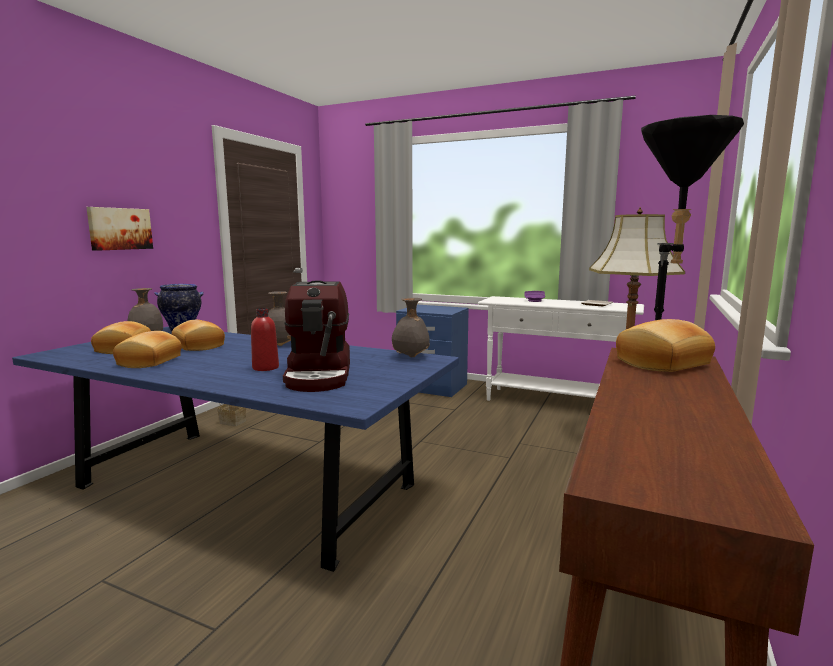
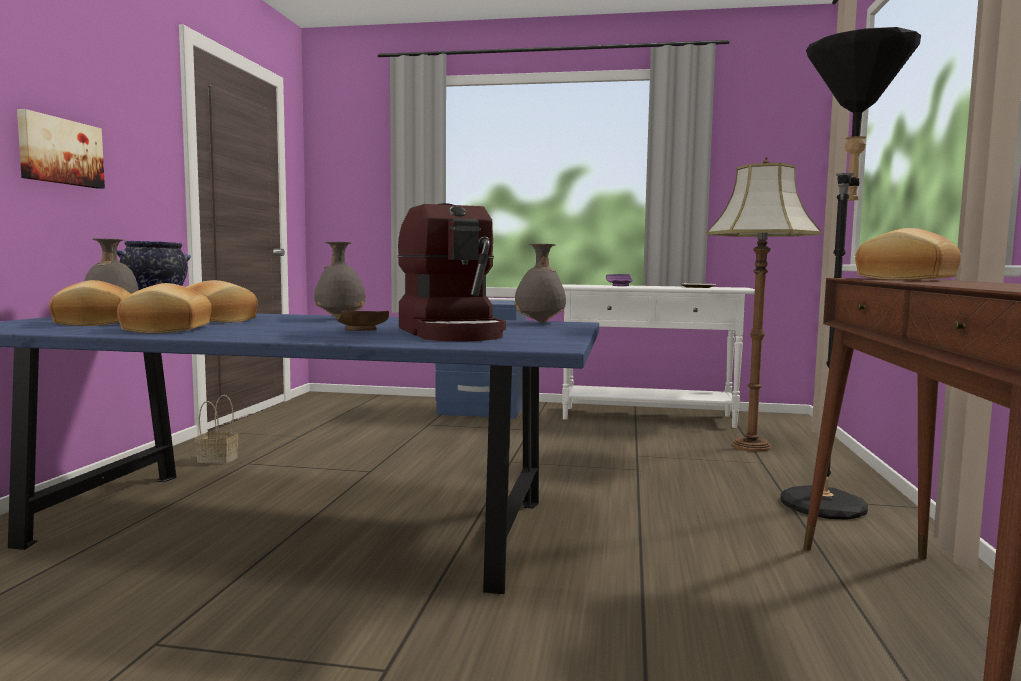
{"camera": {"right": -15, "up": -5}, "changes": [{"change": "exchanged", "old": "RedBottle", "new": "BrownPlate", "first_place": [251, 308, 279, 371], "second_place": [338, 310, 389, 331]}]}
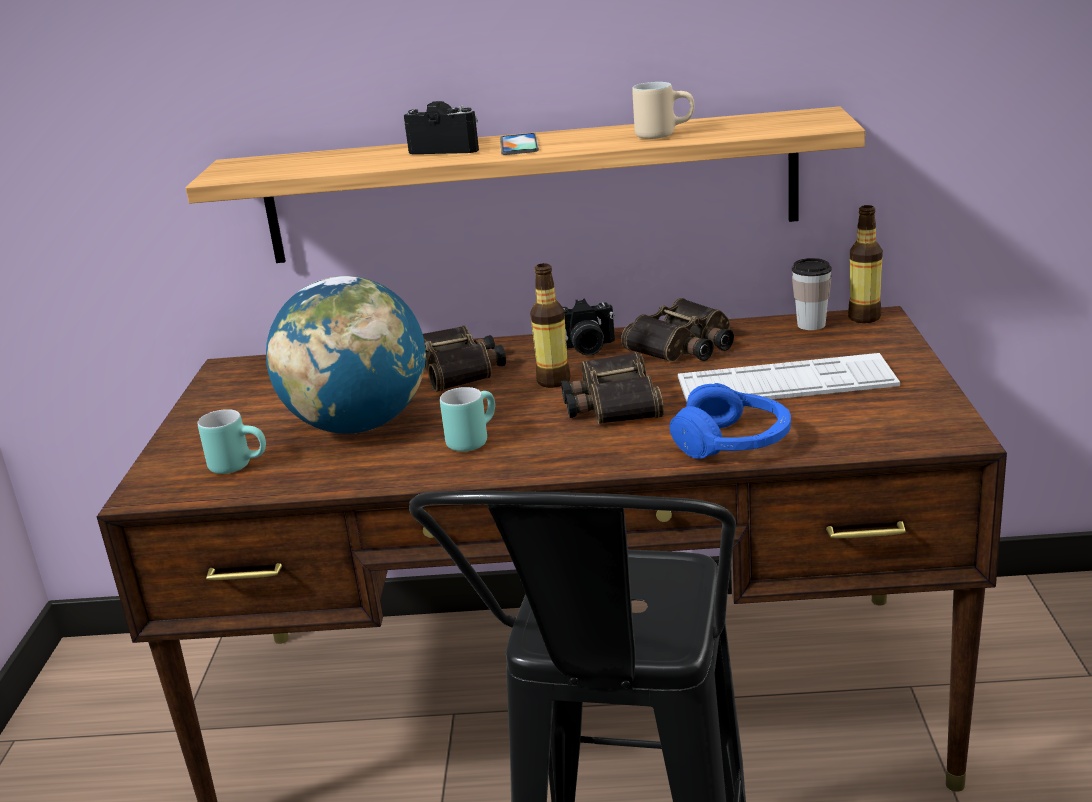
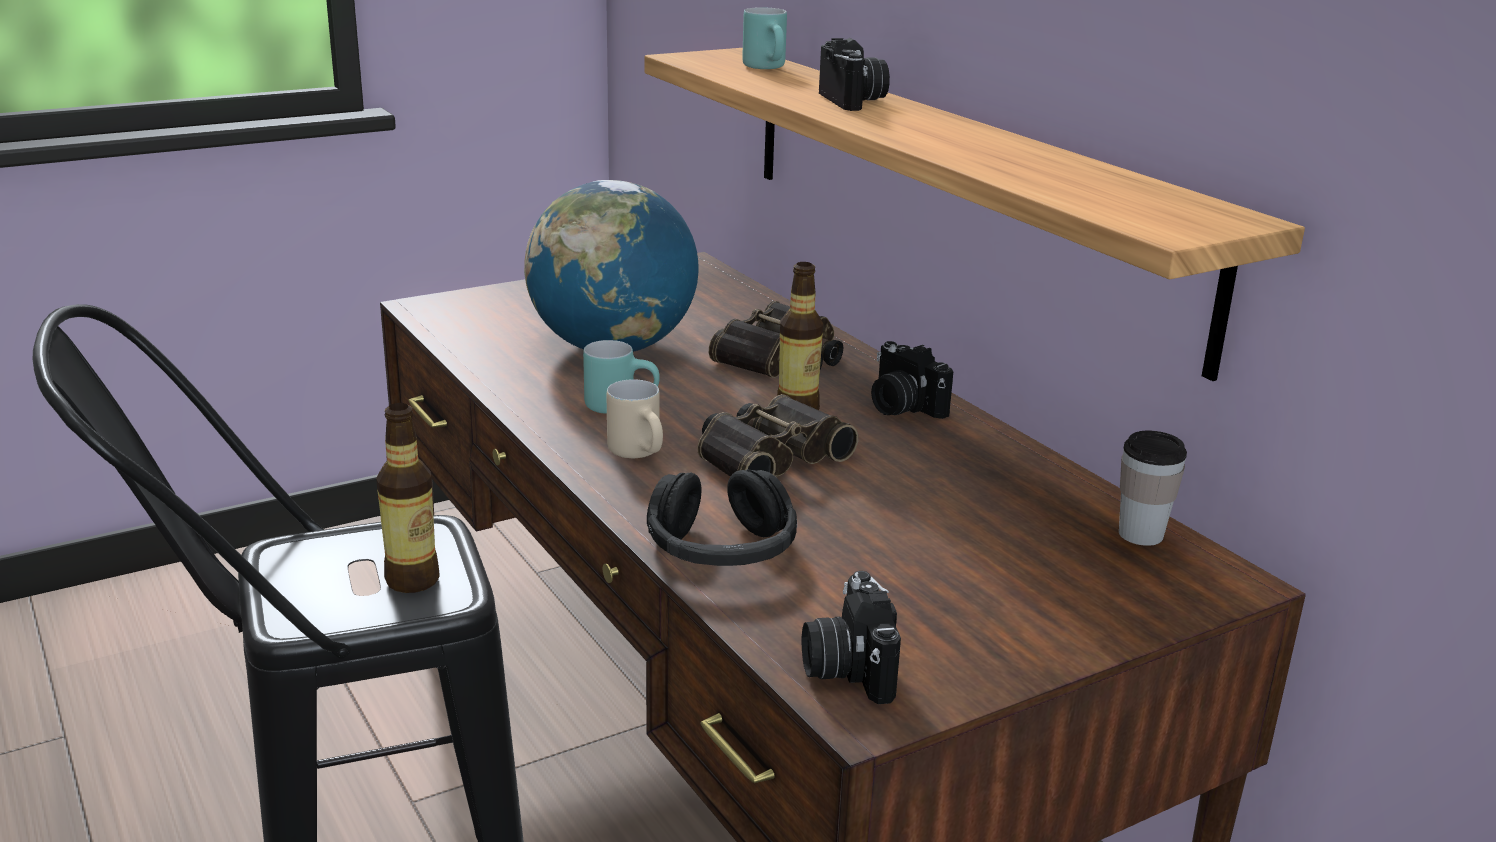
{"camera": {"right": 55, "up": 0}, "changes": [{"change": "relocated", "old": "BeigeMug", "first_place": [632, 82, 695, 139], "second_place": [607, 379, 663, 458]}, {"change": "missing", "old": "Phone", "first_place": [500, 133, 539, 155]}, {"change": "relocated", "old": "Bottle", "first_place": [848, 205, 883, 323], "second_place": [376, 403, 439, 593]}, {"change": "missing", "old": "Binoculars", "first_place": [621, 298, 734, 362]}, {"change": "missing", "old": "Keyboard", "first_place": [678, 353, 900, 402]}, {"change": "colour", "old": "BlueHeadphones", "new": "BlackHeadphones", "first_place": [670, 383, 791, 459], "second_place": [647, 469, 797, 566]}, {"change": "relocated", "old": "TurquoiseMug", "first_place": [198, 409, 266, 474], "second_place": [742, 7, 787, 69]}, {"change": "appeared", "new": "PhotoCamera", "second_place": [802, 571, 901, 704]}]}
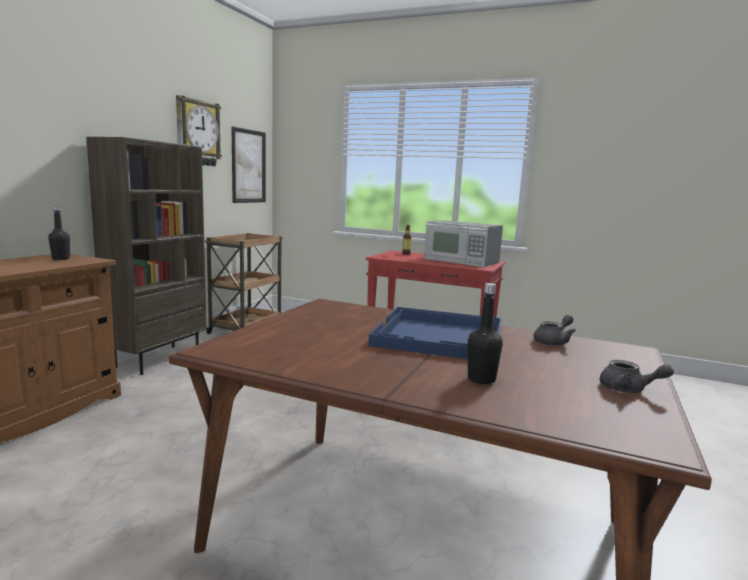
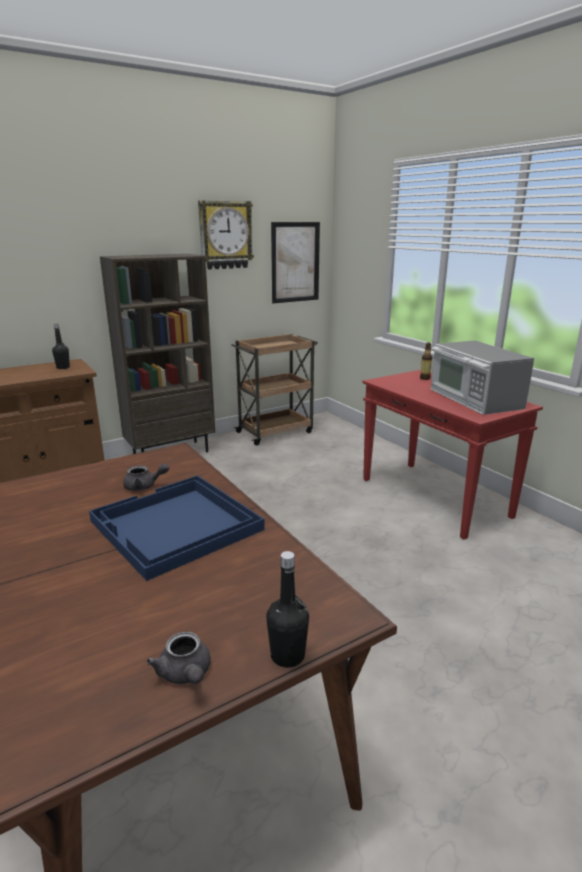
{"camera": {"right": 35, "up": 10}, "changes": [{"change": "relocated", "old": "BlackBottle", "first_place": [468, 283, 503, 384], "second_place": [266, 551, 309, 668]}, {"change": "relocated", "old": "GreyTeapot", "first_place": [533, 315, 576, 346], "second_place": [123, 463, 169, 491]}]}
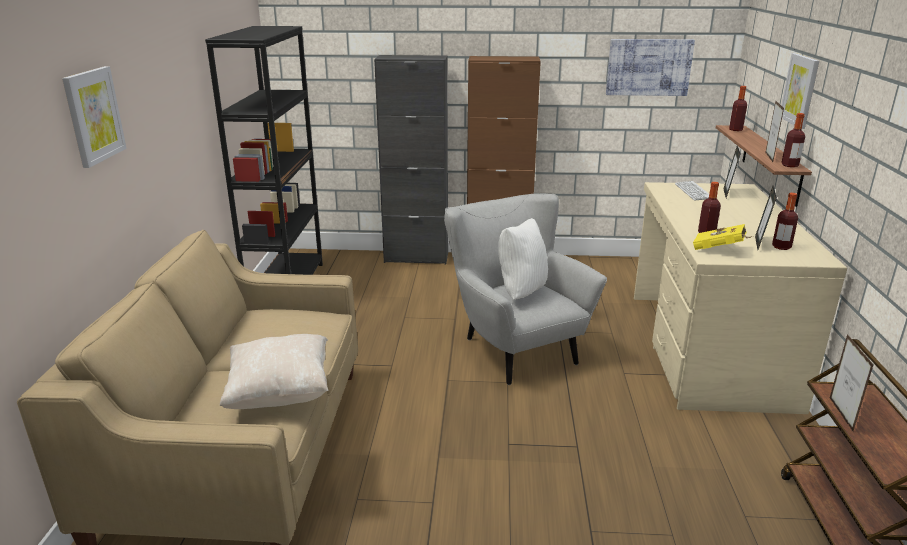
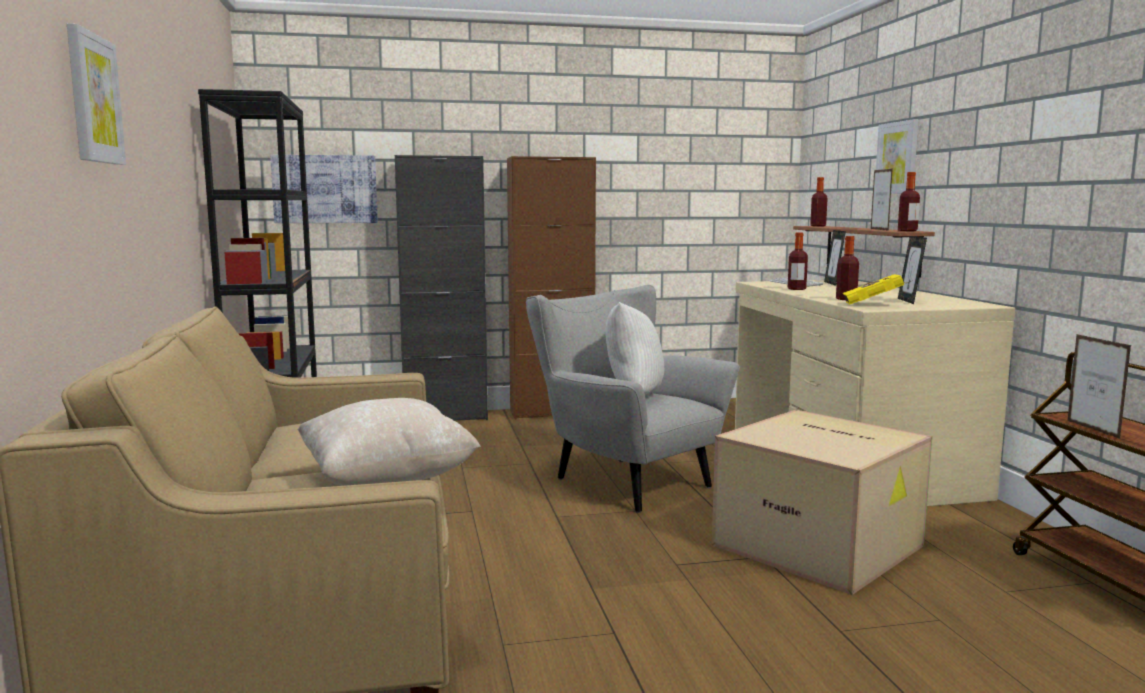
{"camera": {"right": -15, "up": -15}, "changes": [{"change": "relocated", "old": "Picture", "first_place": [606, 39, 695, 96], "second_place": [270, 154, 378, 223]}, {"change": "relocated", "old": "Bottle", "first_place": [772, 193, 798, 250], "second_place": [788, 232, 808, 290]}, {"change": "appeared", "new": "CardboardBox", "second_place": [712, 410, 932, 595]}]}
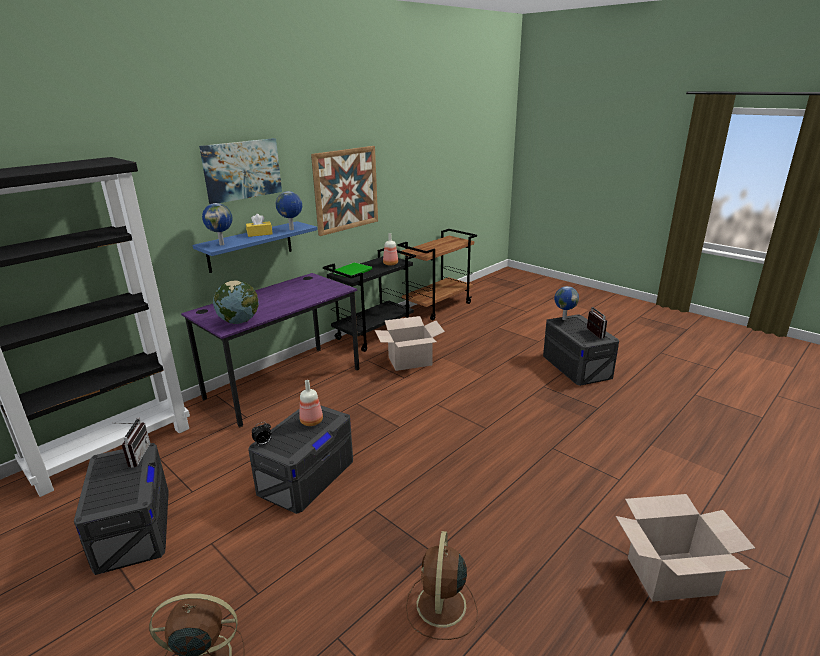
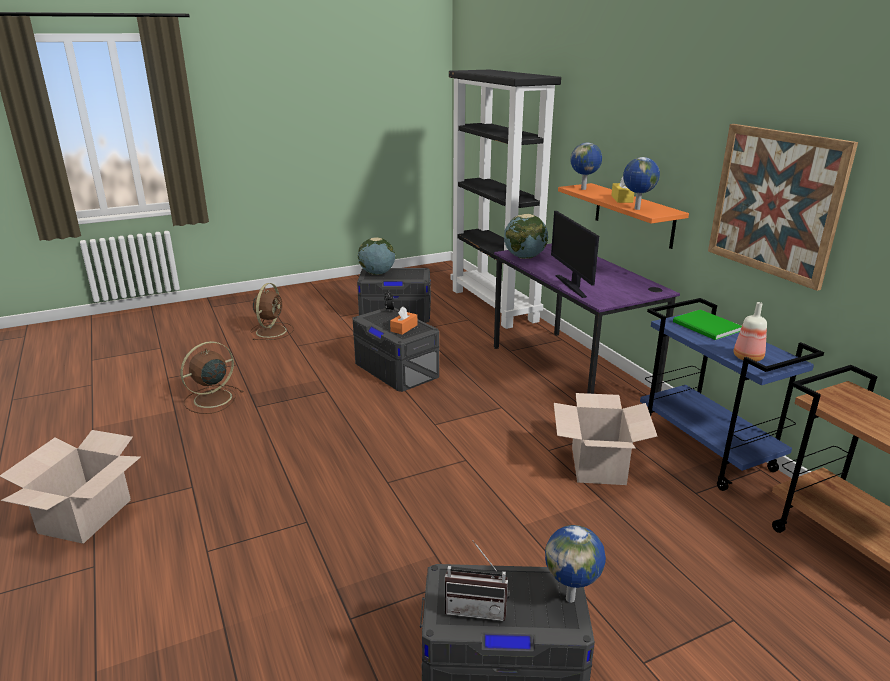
{"camera": {"right": 110, "up": 0}, "changes": [{"change": "missing", "old": "Picture", "first_place": [199, 138, 282, 204]}, {"change": "colour", "old": "BlueShelf", "new": "OrangeShelf", "first_place": [193, 221, 317, 273], "second_place": [558, 183, 689, 249]}, {"change": "colour", "old": "BlackCart", "new": "BlueCart", "first_place": [323, 248, 416, 352], "second_place": [640, 298, 824, 491]}, {"change": "exchanged", "old": "Bottle", "new": "OrangeTissueBox", "first_place": [299, 380, 323, 426], "second_place": [390, 307, 418, 335]}, {"change": "missing", "old": "Radio", "first_place": [115, 418, 150, 468]}, {"change": "spun", "old": "BrownFan", "first_place": [406, 531, 478, 640], "second_place": [180, 341, 243, 414], "degrees": -75}, {"change": "appeared", "new": "Monitor", "second_place": [551, 211, 599, 298]}, {"change": "appeared", "new": "Globe", "second_place": [358, 237, 396, 275]}]}
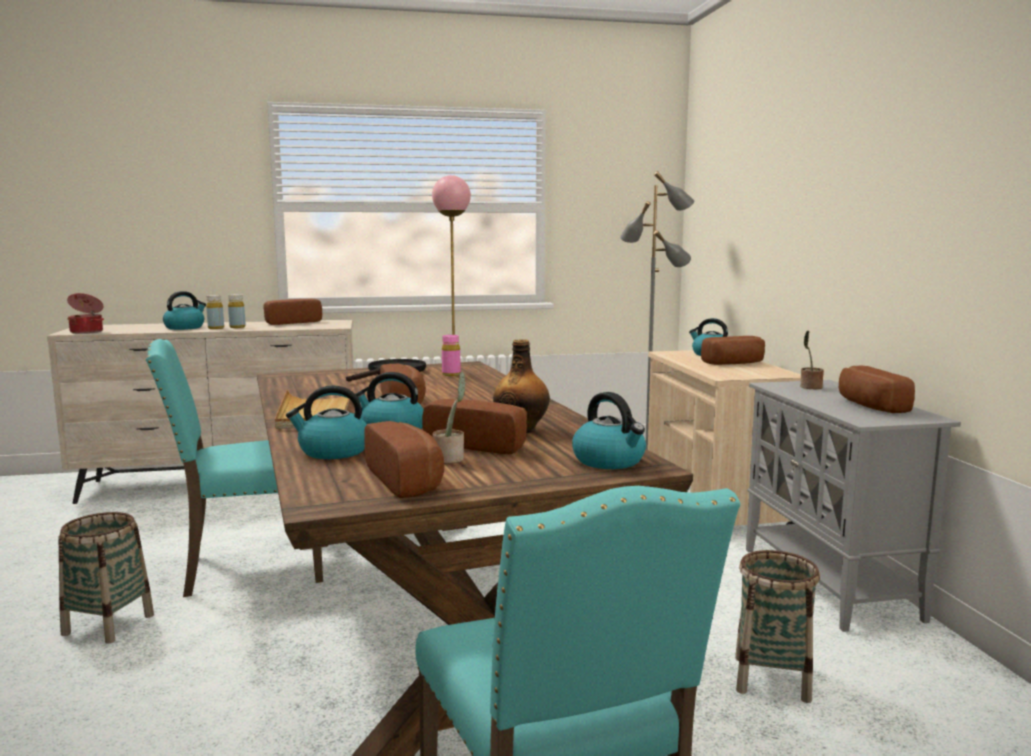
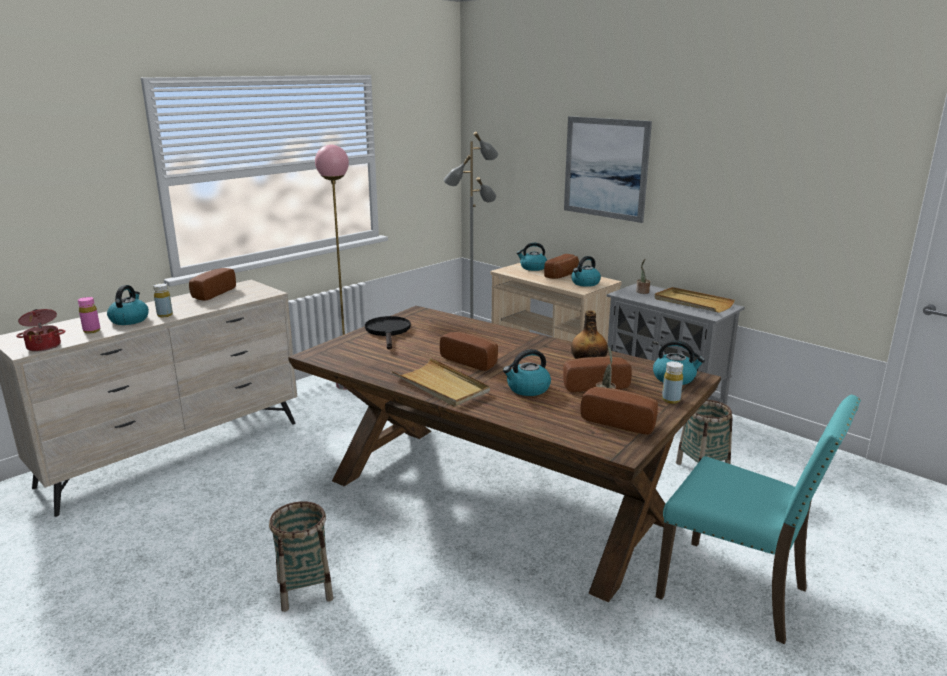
{"camera": {"right": -35, "up": 10}, "changes": [{"change": "relocated", "old": "YellowBottle", "first_place": [228, 294, 246, 328], "second_place": [662, 361, 683, 404]}, {"change": "relocated", "old": "PinkBottle", "first_place": [442, 335, 461, 376], "second_place": [78, 297, 101, 334]}, {"change": "missing", "old": "TurquoiseChair", "first_place": [146, 339, 323, 597]}, {"change": "exchanged", "old": "Bread", "new": "BeigeTray", "first_place": [839, 366, 915, 413], "second_place": [654, 287, 735, 313]}, {"change": "relocated", "old": "Kettle", "first_place": [286, 386, 367, 459], "second_place": [571, 256, 601, 287]}, {"change": "appeared", "new": "Picture", "second_place": [564, 116, 652, 223]}]}
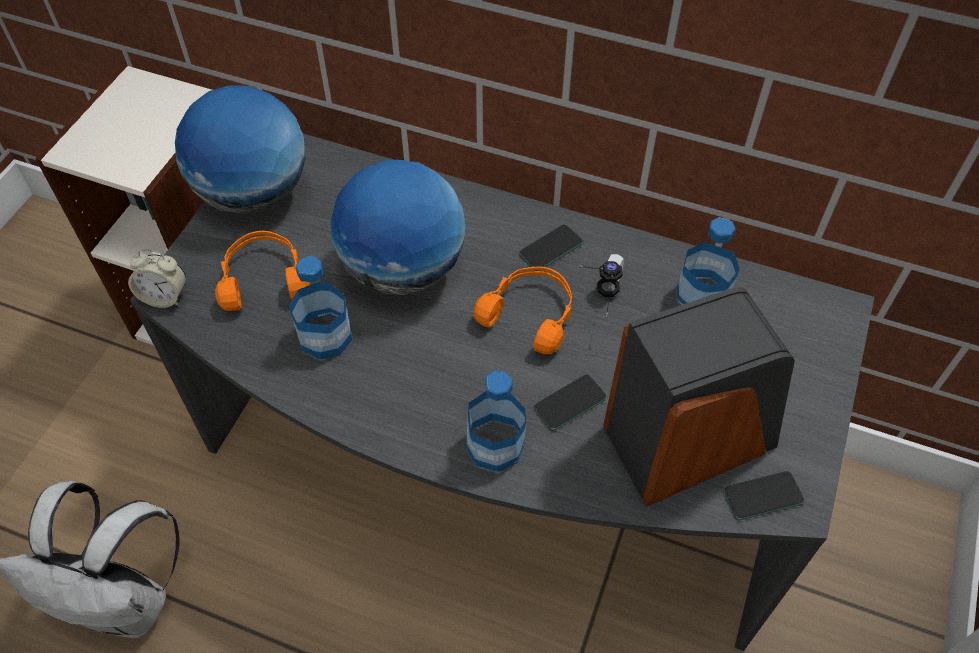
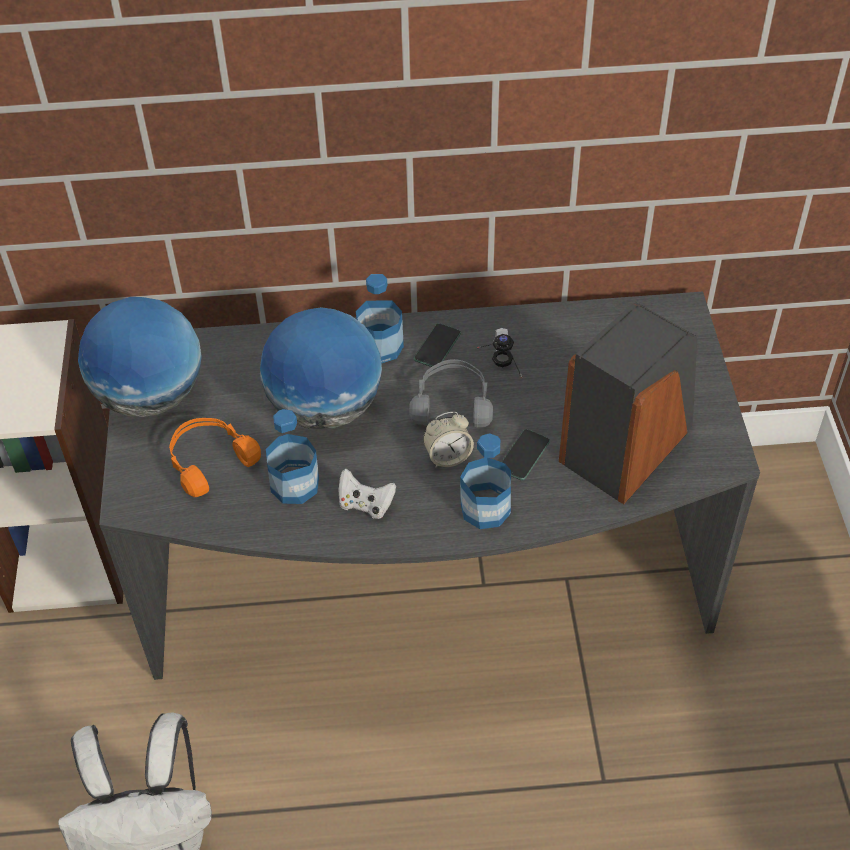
{"camera": {"right": -25, "up": -5}, "changes": [{"change": "relocated", "old": "Bottle", "first_place": [677, 217, 740, 305], "second_place": [356, 274, 404, 363]}, {"change": "relocated", "old": "AlarmClock", "first_place": [128, 249, 186, 308], "second_place": [423, 412, 474, 468]}, {"change": "colour", "old": "OrangeHeadphones", "new": "GreyHeadphones", "first_place": [474, 267, 572, 354], "second_place": [409, 359, 493, 427]}, {"change": "missing", "old": "Phone", "first_place": [723, 471, 805, 520]}, {"change": "appeared", "new": "WhiteGameController", "second_place": [338, 469, 396, 519]}]}
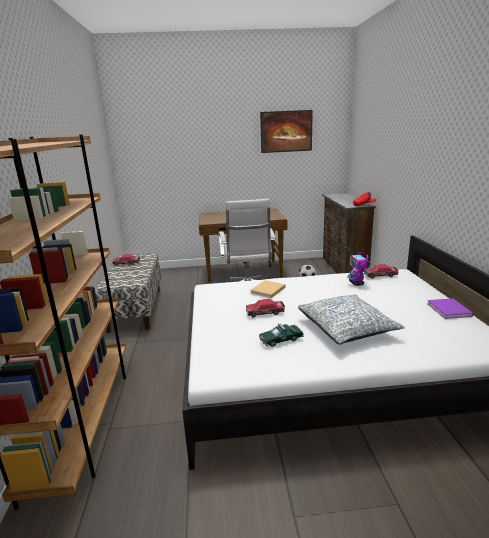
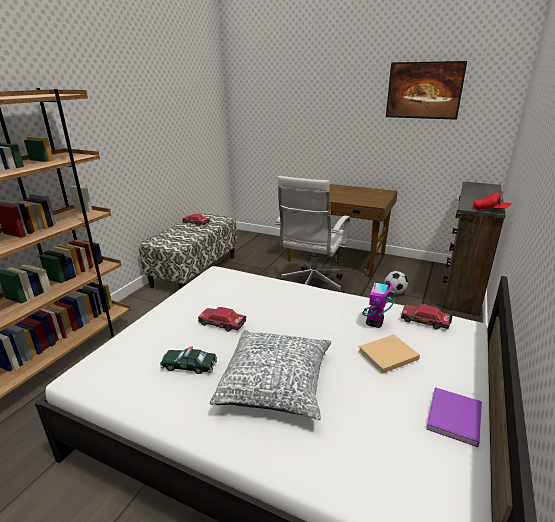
{"camera": {"right": 30, "up": 5}, "changes": [{"change": "relocated", "old": "BeigeBook", "first_place": [251, 280, 285, 298], "second_place": [358, 334, 420, 374]}]}
